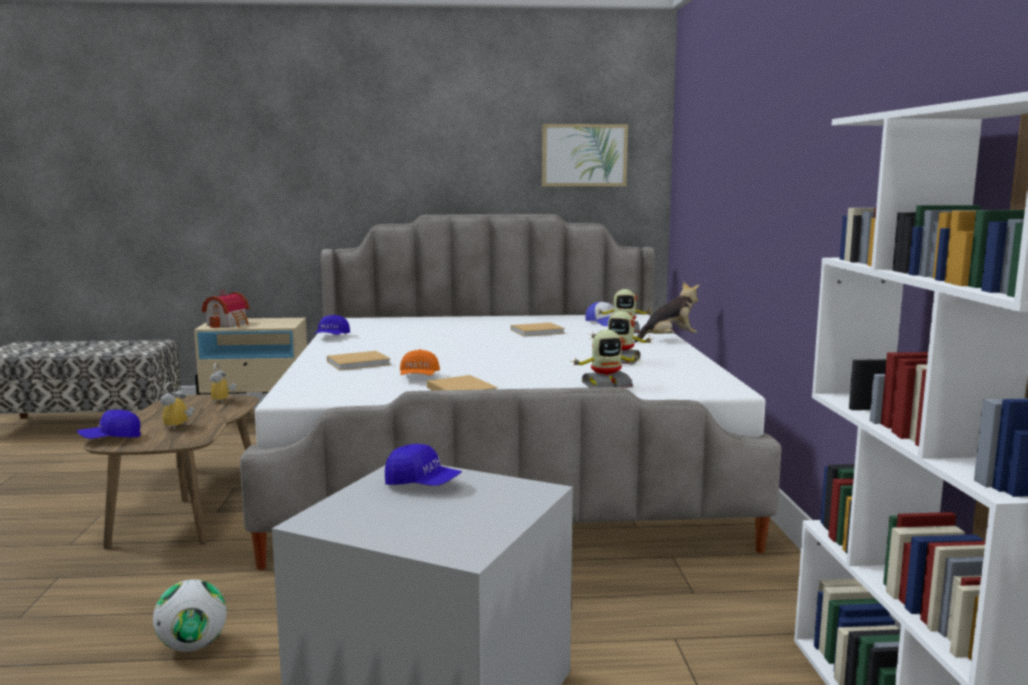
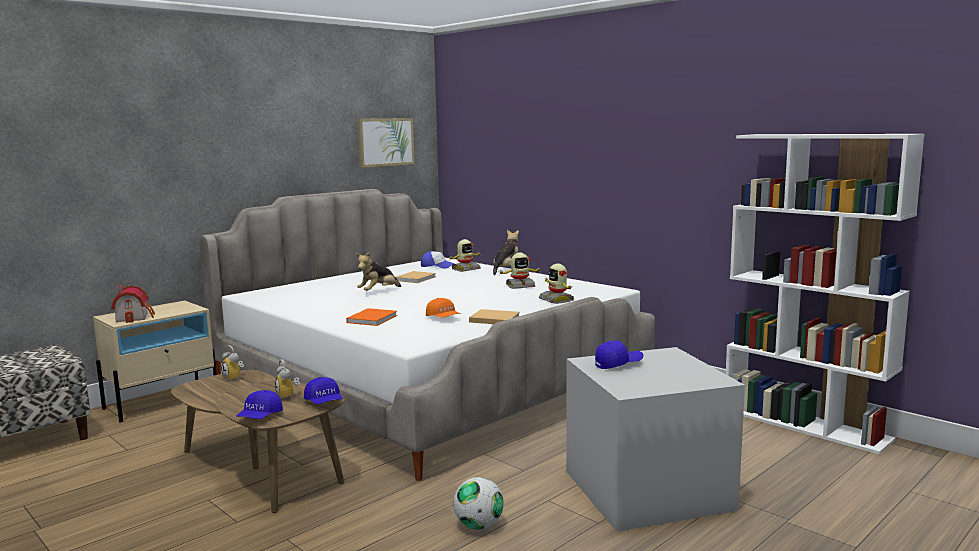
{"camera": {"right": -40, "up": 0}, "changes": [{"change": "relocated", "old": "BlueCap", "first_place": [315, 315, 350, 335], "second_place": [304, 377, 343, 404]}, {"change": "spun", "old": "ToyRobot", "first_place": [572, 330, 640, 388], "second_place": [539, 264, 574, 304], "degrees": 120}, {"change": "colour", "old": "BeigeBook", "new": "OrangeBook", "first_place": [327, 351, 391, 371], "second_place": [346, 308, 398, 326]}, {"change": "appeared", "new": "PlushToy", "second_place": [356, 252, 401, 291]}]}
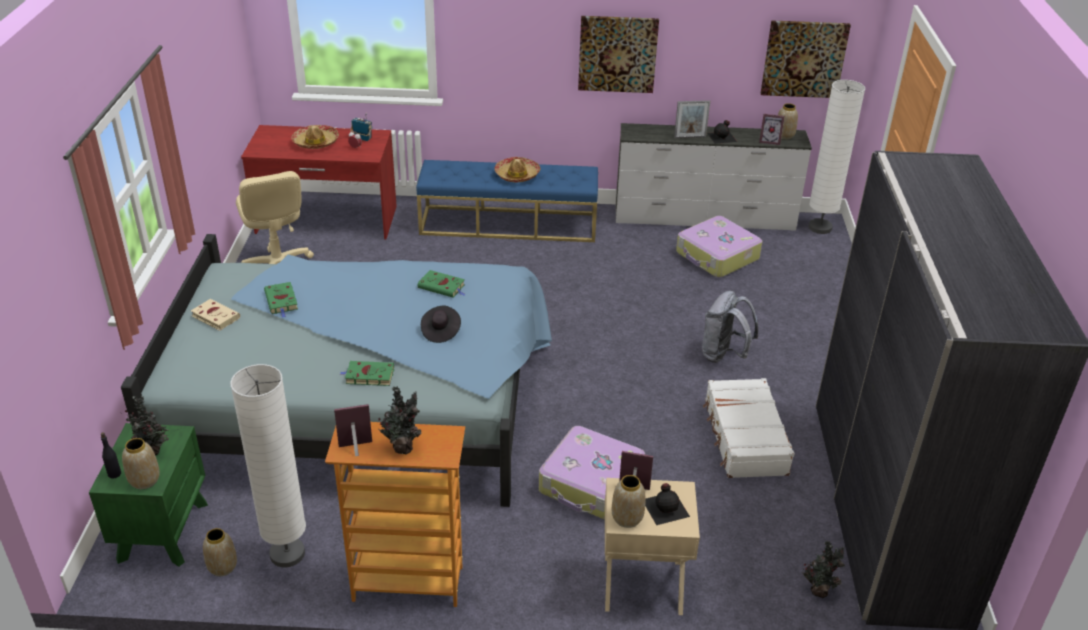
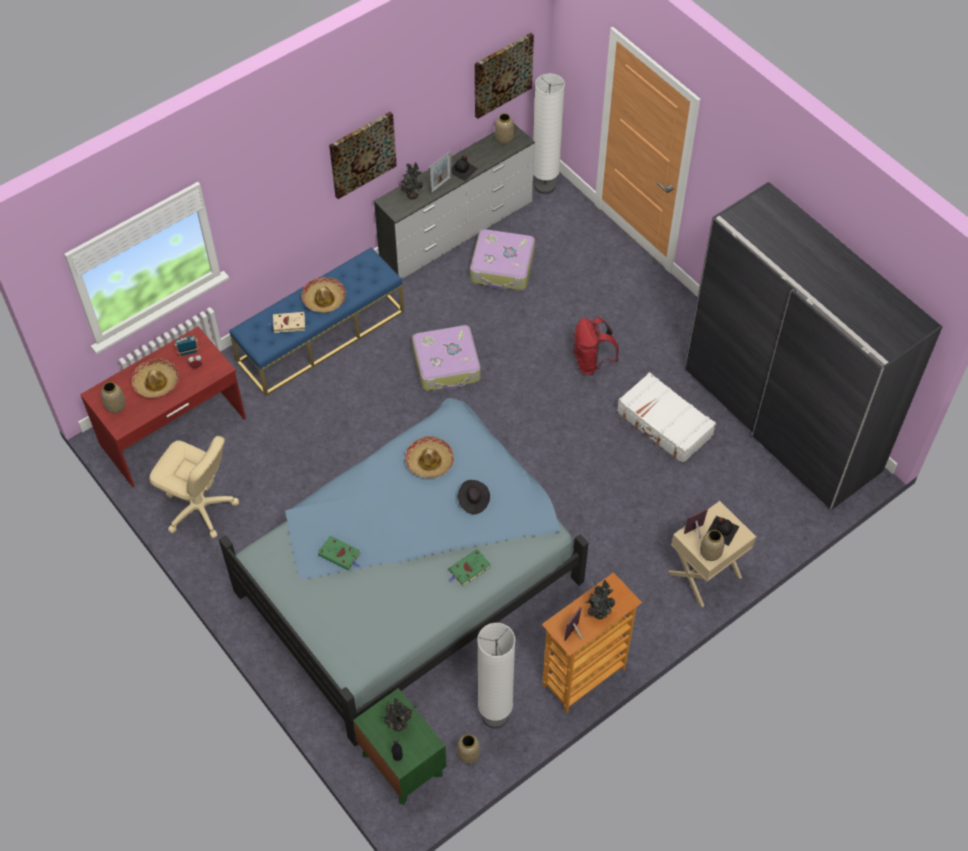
{"camera": {"right": -40, "up": 20}, "changes": [{"change": "missing", "old": "PictureFrame", "first_place": [759, 114, 785, 145]}, {"change": "exchanged", "old": "GreenBook", "new": "Hat", "first_place": [418, 270, 465, 298], "second_place": [405, 436, 454, 478]}, {"change": "colour", "old": "GreyBackpack", "new": "RedBackpack", "first_place": [702, 291, 758, 363], "second_place": [573, 318, 619, 375]}, {"change": "relocated", "old": "BeigeBook", "first_place": [191, 299, 240, 331], "second_place": [267, 312, 305, 333]}, {"change": "relocated", "old": "Suitcase", "first_place": [539, 426, 645, 519], "second_place": [412, 325, 481, 391]}, {"change": "relocated", "old": "Vase", "first_place": [122, 438, 160, 489], "second_place": [101, 382, 126, 414]}, {"change": "relocated", "old": "PottedPlant", "first_place": [803, 541, 845, 598], "second_place": [399, 162, 424, 199]}]}
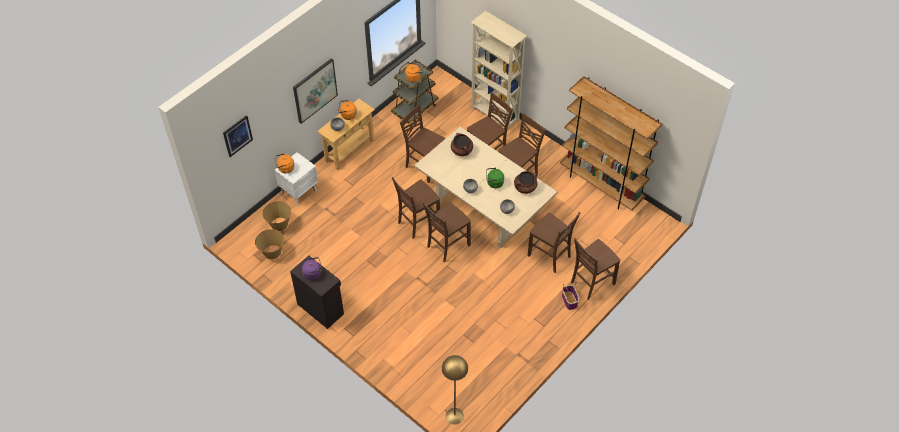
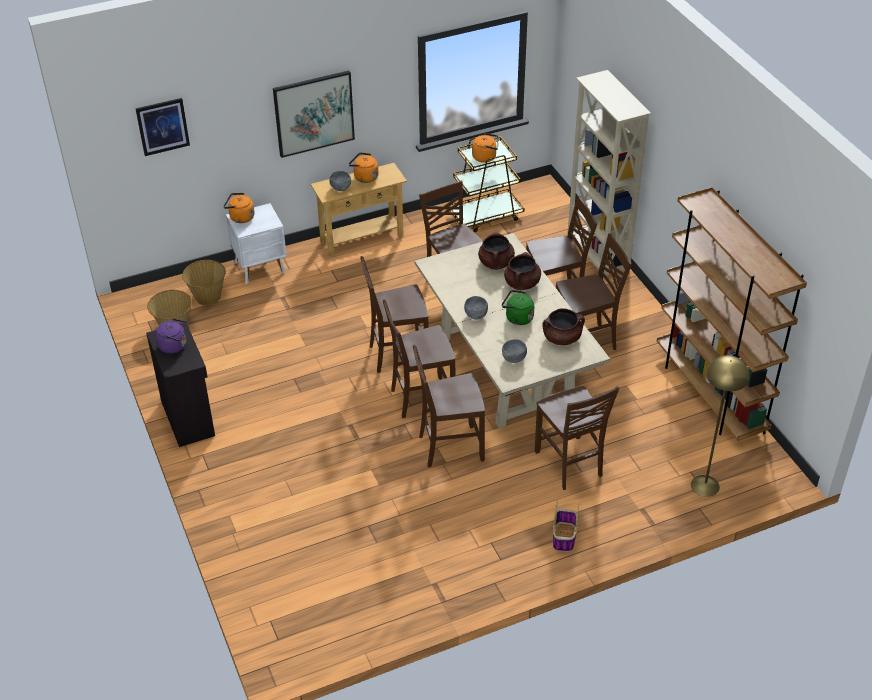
{"camera": {"right": 25, "up": -10}, "changes": [{"change": "relocated", "old": "BrownChair", "first_place": [571, 238, 620, 300], "second_place": [413, 345, 485, 468]}, {"change": "relocated", "old": "YellowFloorLamp", "first_place": [442, 355, 468, 424], "second_place": [691, 355, 749, 497]}, {"change": "appeared", "new": "BrownCookingPot", "second_place": [504, 252, 541, 290]}]}
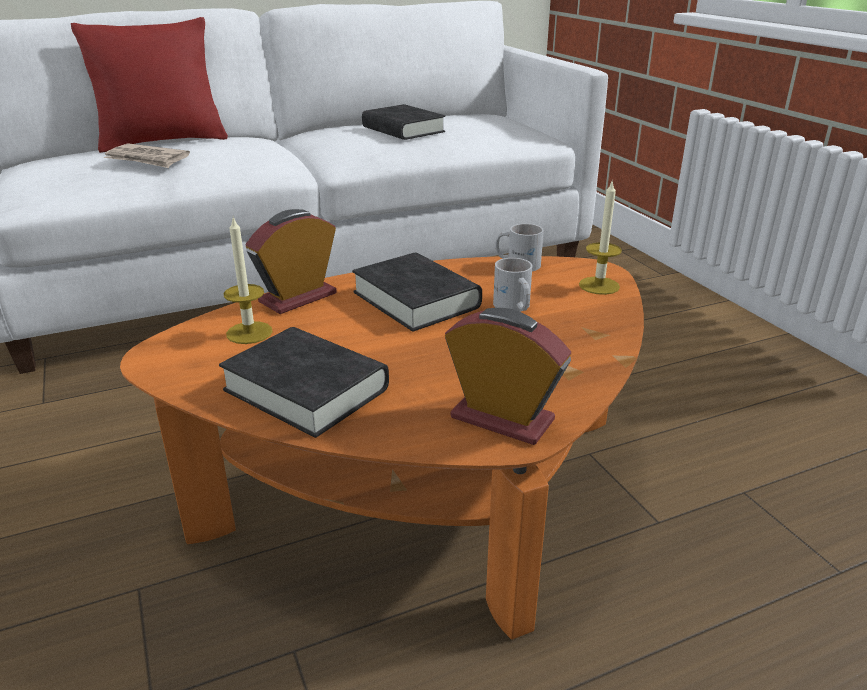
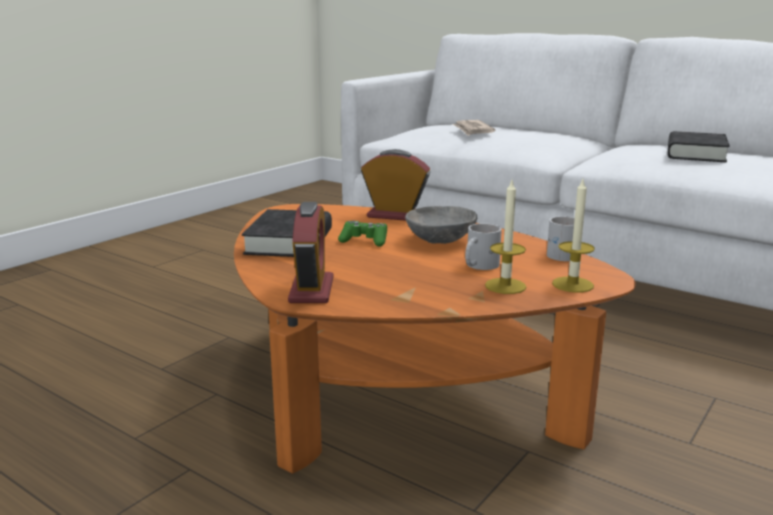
{"camera": {"right": 60, "up": -10}, "changes": [{"change": "missing", "old": "RedPillow", "first_place": [71, 17, 228, 153]}, {"change": "relocated", "old": "Candle", "first_place": [224, 217, 272, 344], "second_place": [485, 180, 526, 294]}, {"change": "exchanged", "old": "BlackBook", "new": "GreyBowl", "first_place": [352, 252, 482, 332], "second_place": [405, 206, 477, 244]}, {"change": "appeared", "new": "GreenGameController", "second_place": [338, 221, 387, 247]}]}
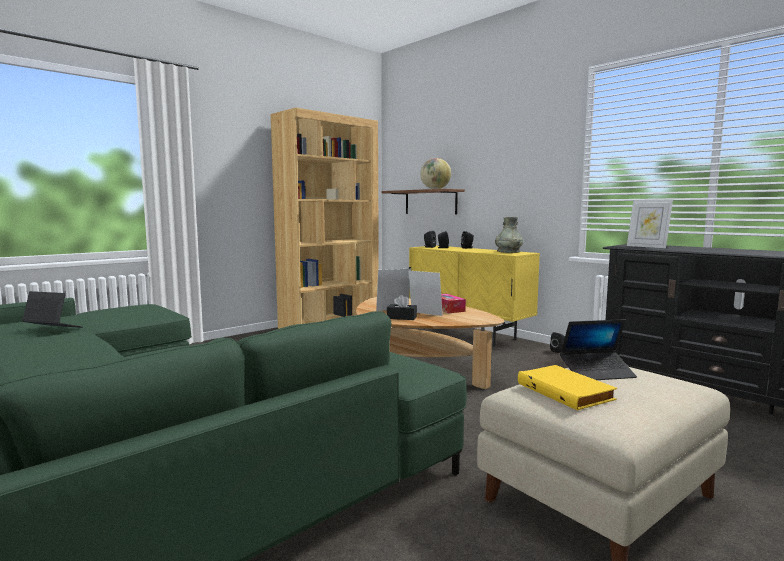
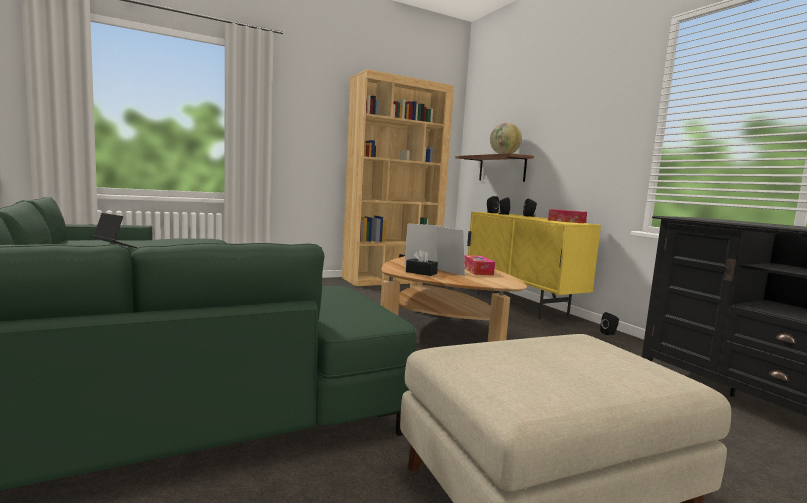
{"camera": {"right": 15, "up": 0}, "changes": [{"change": "missing", "old": "PictureFrame", "first_place": [627, 200, 673, 248]}, {"change": "exchanged", "old": "GreyVase", "new": "TissueBox", "first_place": [495, 217, 523, 253], "second_place": [548, 209, 587, 223]}, {"change": "missing", "old": "Laptop", "first_place": [560, 319, 637, 380]}, {"change": "missing", "old": "YellowBook", "first_place": [518, 365, 617, 411]}]}
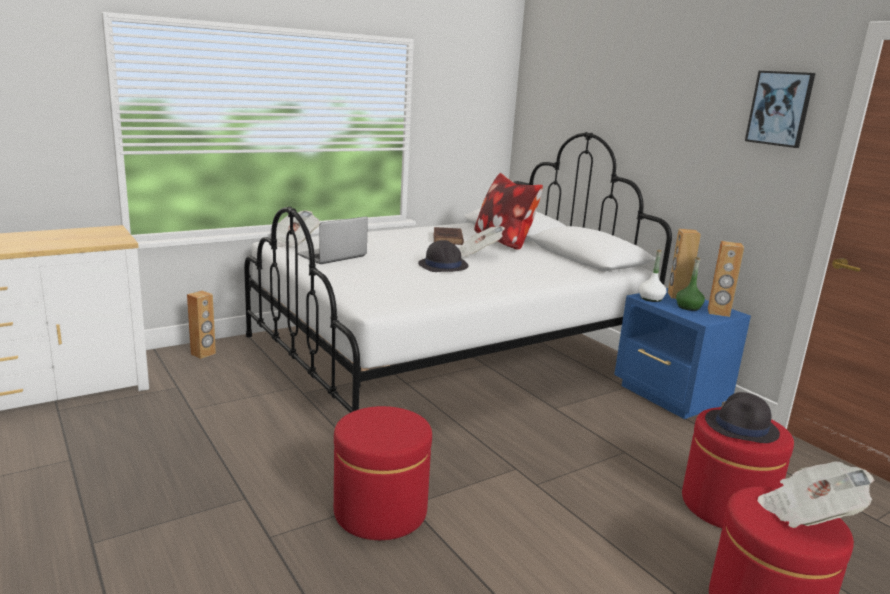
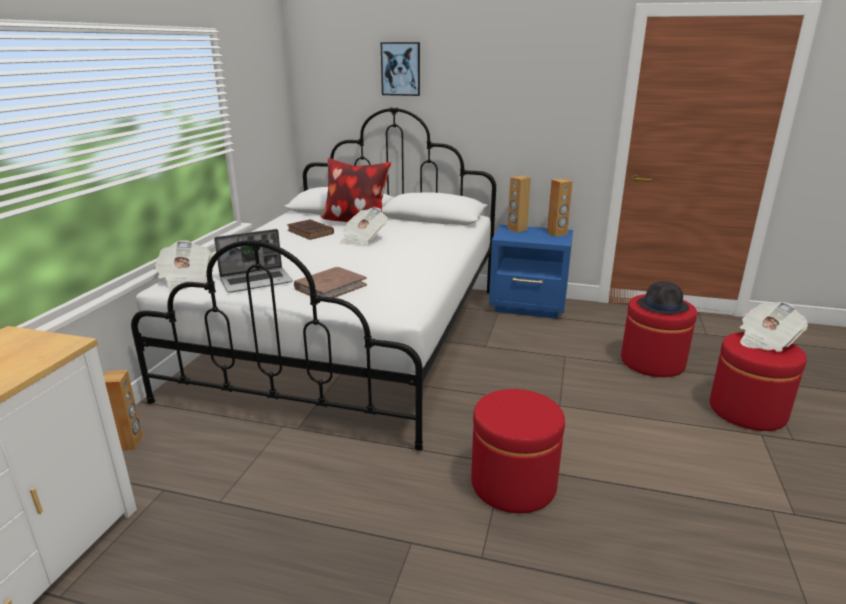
{"camera": {"right": -40, "up": 5}, "changes": [{"change": "relocated", "old": "Picture", "first_place": [745, 71, 815, 148], "second_place": [381, 42, 420, 96]}, {"change": "spun", "old": "Laptop", "first_place": [298, 216, 368, 264], "second_place": [214, 229, 293, 292], "degrees": -120}, {"change": "missing", "old": "BlackHat", "first_place": [418, 240, 469, 272]}, {"change": "missing", "old": "WhiteBottle", "first_place": [639, 250, 667, 302]}, {"change": "missing", "old": "GreenBottle", "first_place": [676, 257, 705, 311]}, {"change": "appeared", "new": "BrownBook", "second_place": [294, 267, 367, 298]}]}
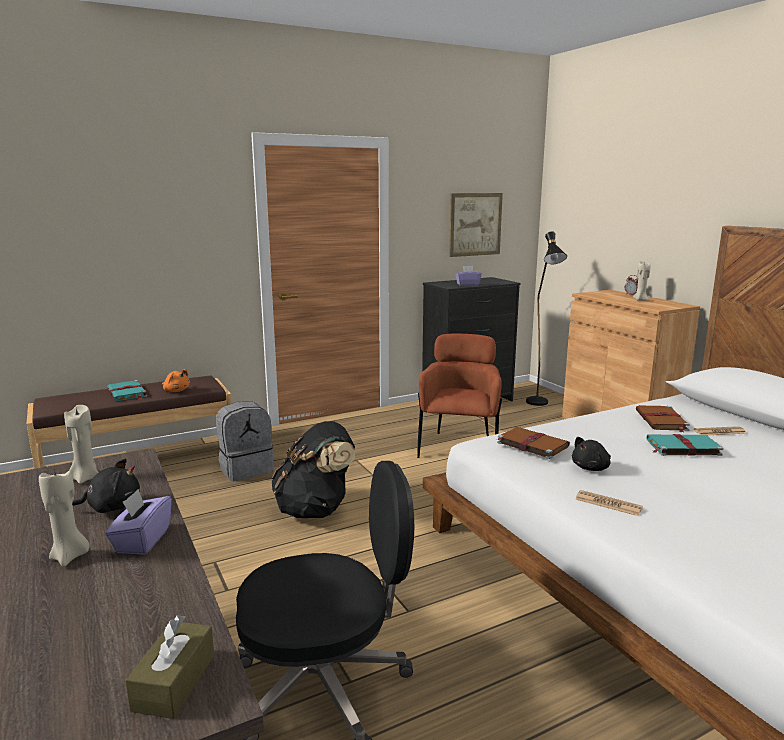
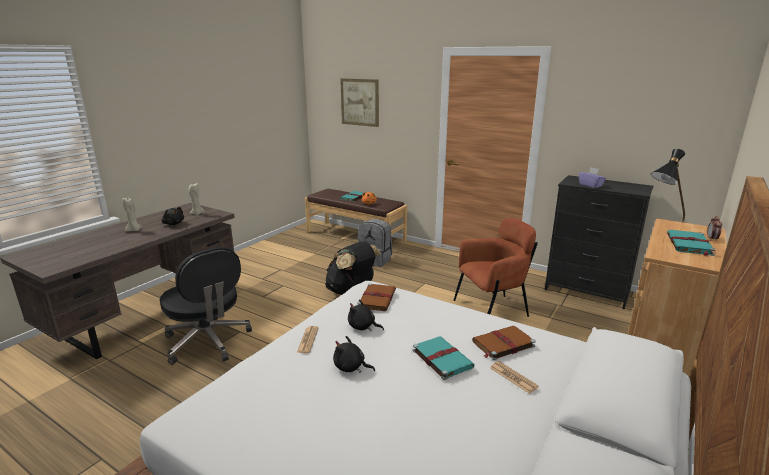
{"camera": {"right": 60, "up": 5}, "changes": [{"change": "relocated", "old": "Picture", "first_place": [449, 193, 503, 257], "second_place": [340, 78, 379, 127]}, {"change": "exchanged", "old": "BeigeCandle", "new": "TurquoiseBook", "first_place": [633, 261, 650, 301], "second_place": [667, 230, 716, 257]}, {"change": "missing", "old": "PurpleTissueBox", "first_place": [105, 489, 172, 555]}, {"change": "missing", "old": "BrownTissueBox", "first_place": [125, 615, 214, 719]}, {"change": "appeared", "new": "BlackPlushToy", "second_place": [333, 336, 375, 373]}]}
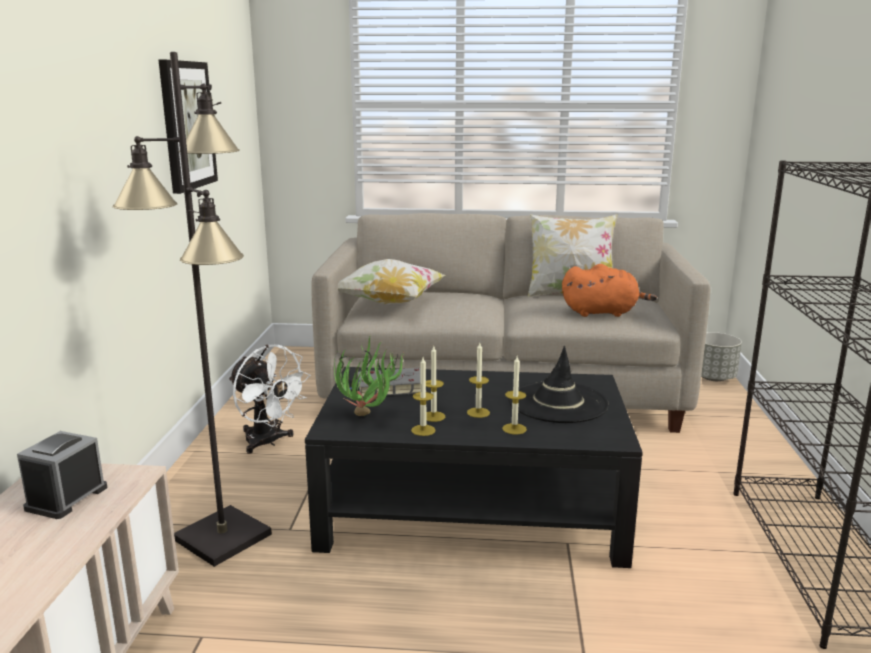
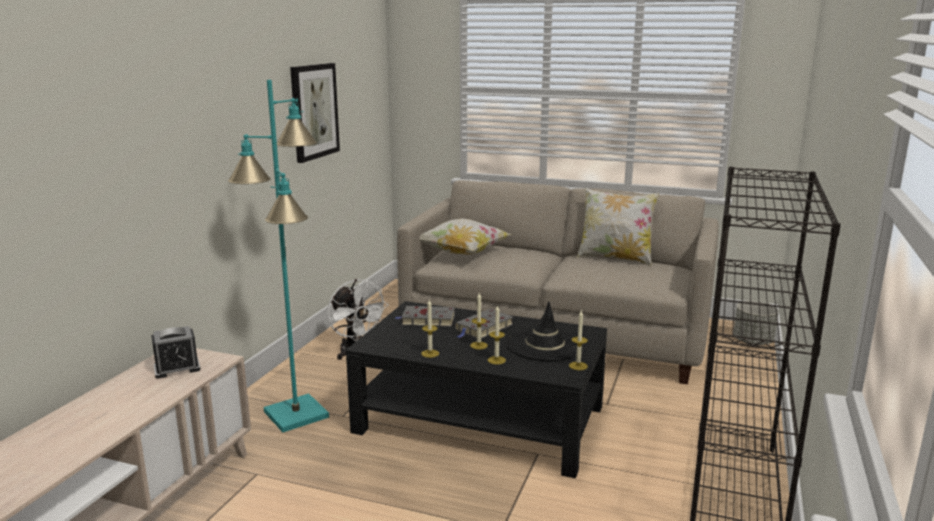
{"camera": {"right": 15, "up": 0}, "changes": [{"change": "colour", "old": "BlackFloorLamp", "new": "TurquoiseFloorLamp", "first_place": [112, 52, 272, 567], "second_place": [228, 80, 329, 432]}, {"change": "missing", "old": "OrangePlushToy", "first_place": [562, 264, 657, 317]}, {"change": "missing", "old": "PottedPlant", "first_place": [334, 337, 404, 416]}, {"change": "relocated", "old": "Candle", "first_place": [426, 346, 445, 422], "second_place": [569, 311, 588, 370]}, {"change": "spun", "old": "AlarmClock", "first_place": [17, 431, 107, 519], "second_place": [151, 326, 201, 379], "degrees": -150}, {"change": "appeared", "new": "GreyBook", "second_place": [455, 309, 513, 338]}]}
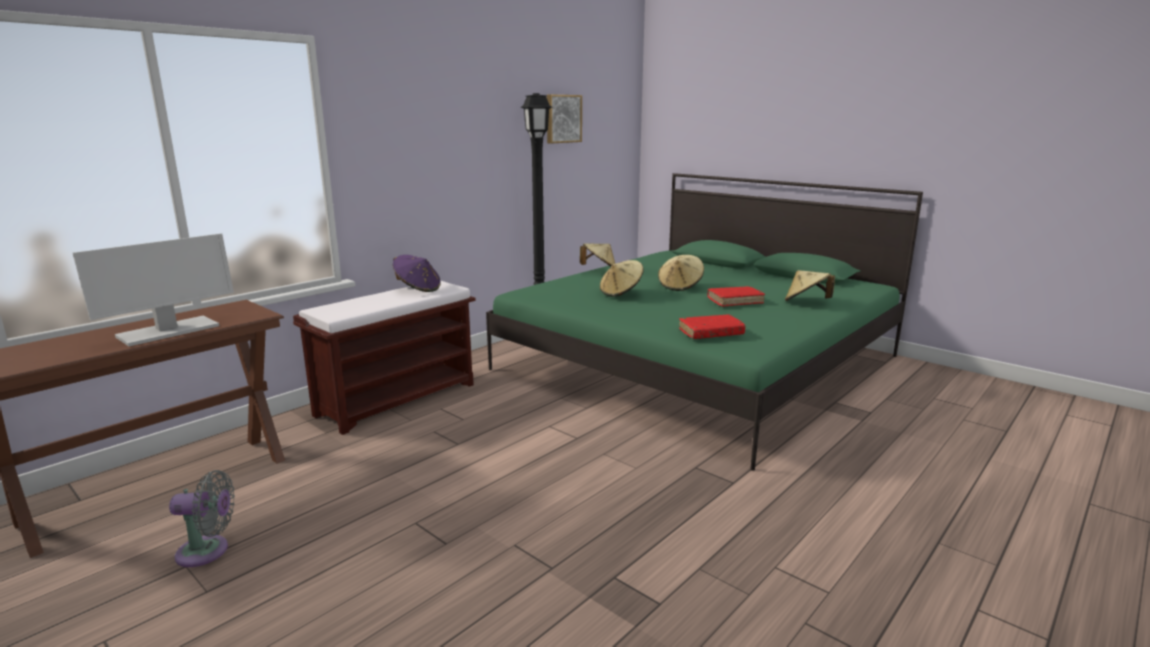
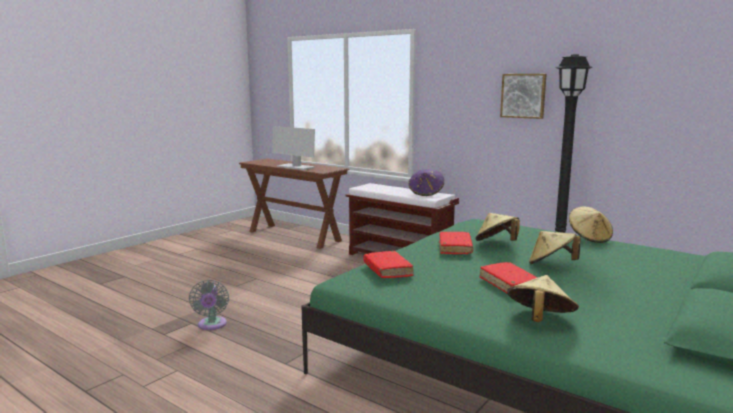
{"camera": {"right": 85, "up": -5}, "changes": [{"change": "relocated", "old": "Picture", "first_place": [547, 94, 582, 144], "second_place": [500, 74, 547, 119]}, {"change": "relocated", "old": "GreyFan", "first_place": [169, 470, 235, 567], "second_place": [189, 280, 229, 330]}, {"change": "appeared", "new": "RedBook", "second_place": [439, 232, 473, 254]}]}
